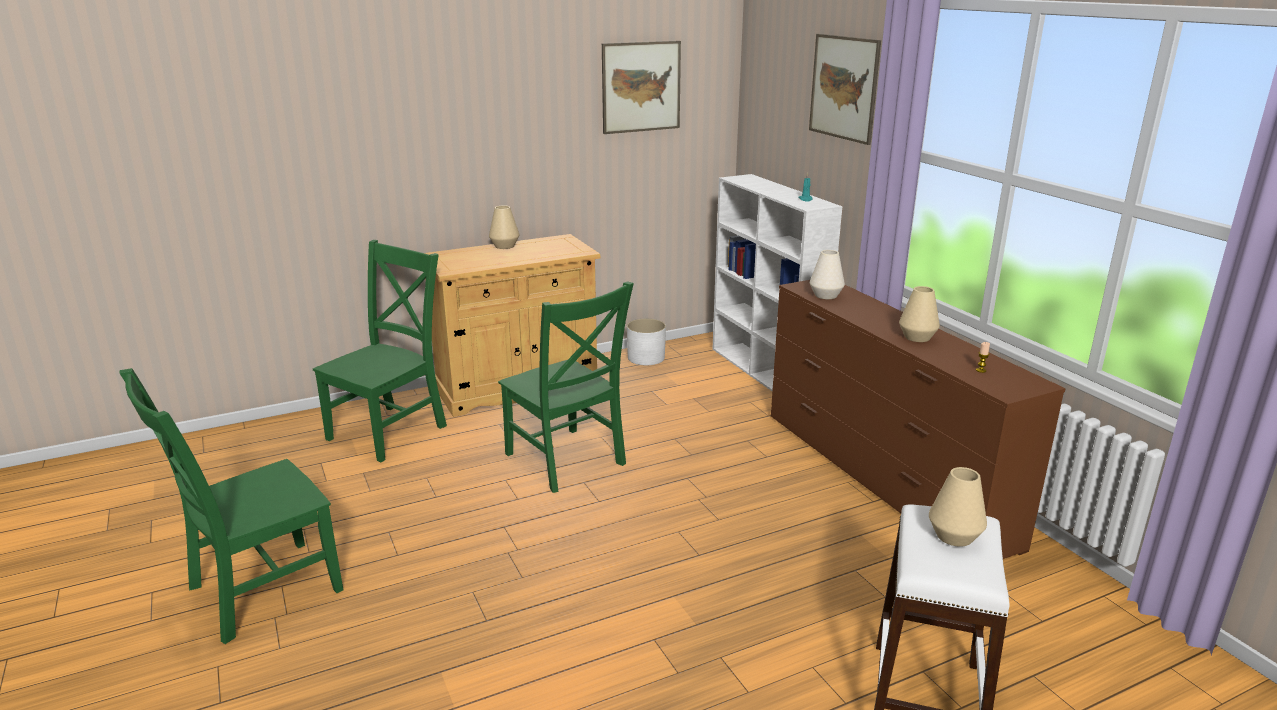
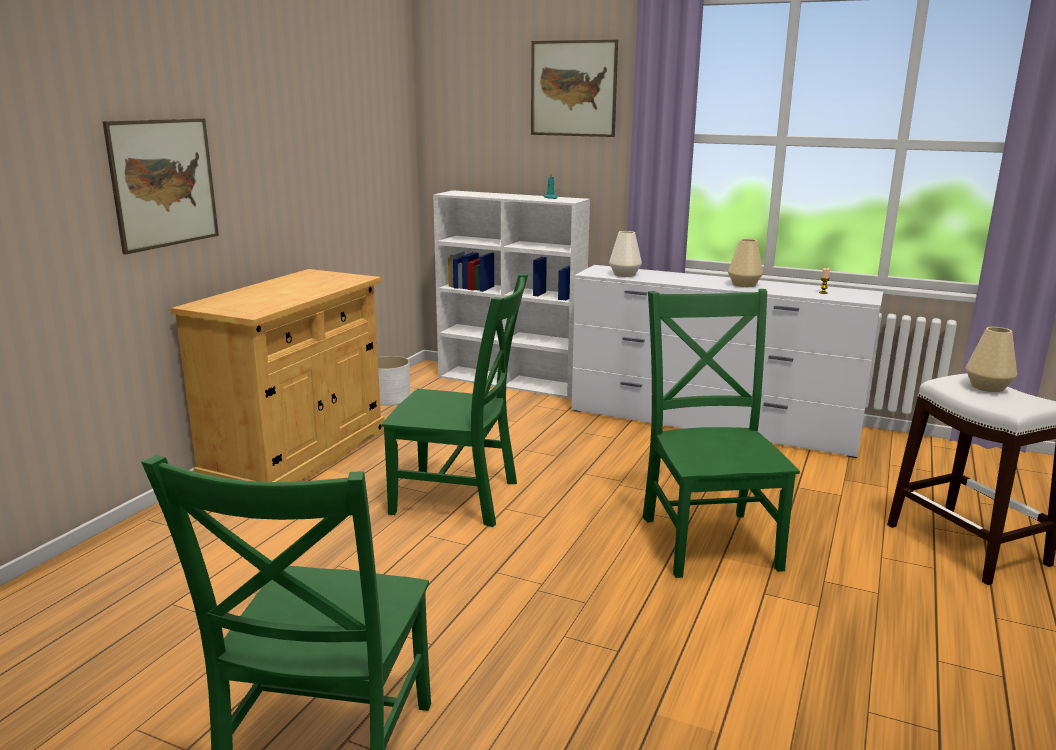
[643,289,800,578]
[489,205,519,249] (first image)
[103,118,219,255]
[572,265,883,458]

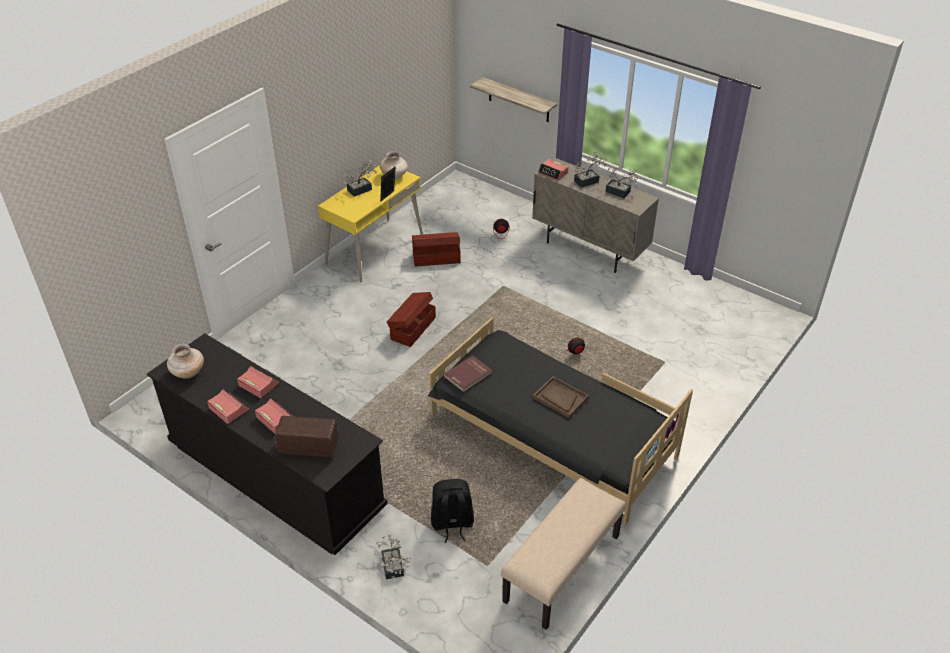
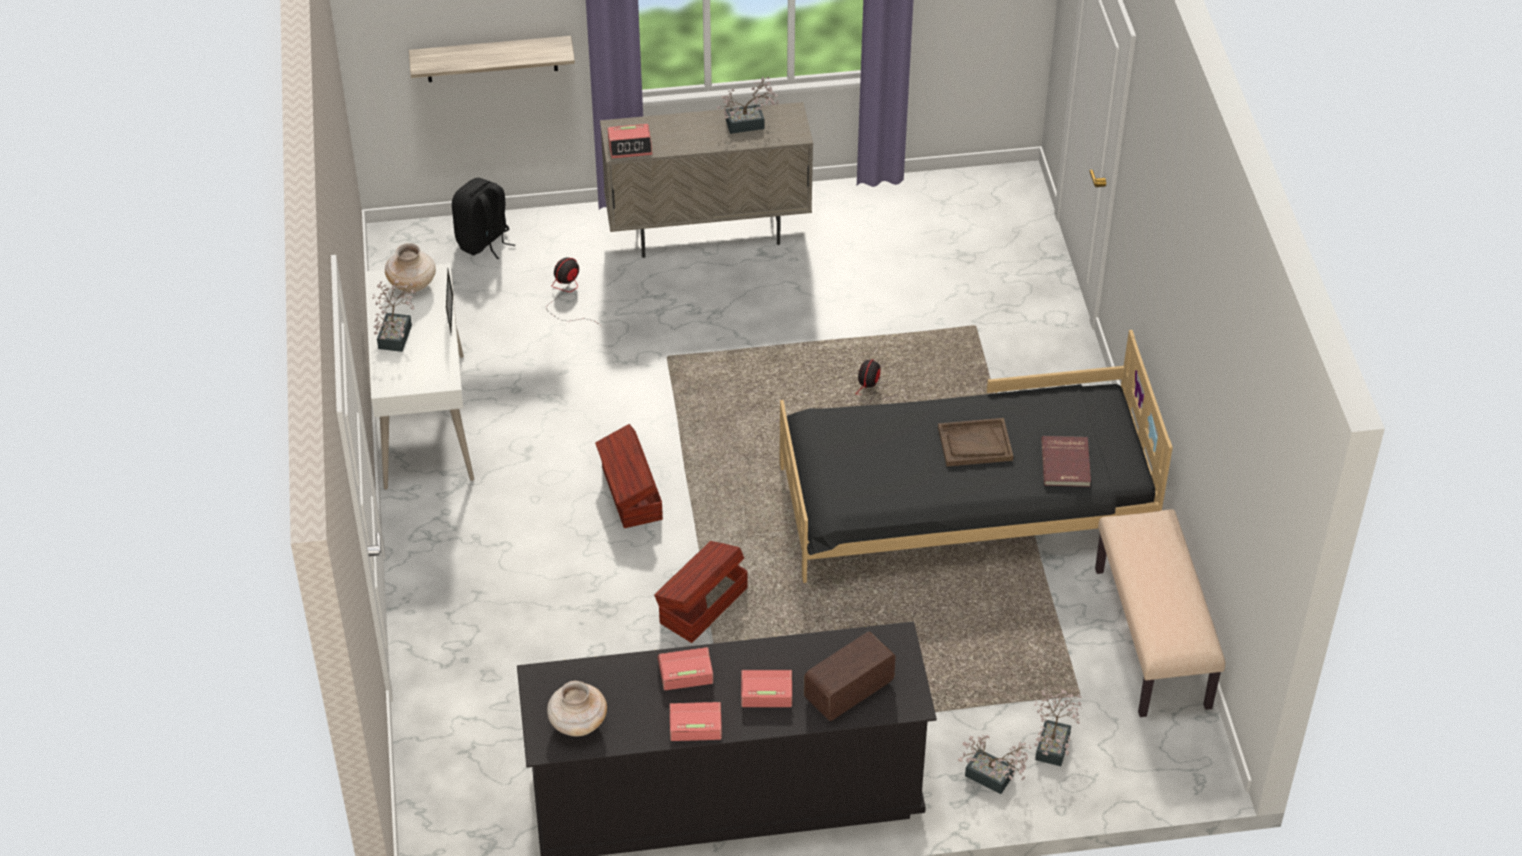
[365,263,474,490]
[654,541,748,643]
[452,178,515,259]
[1041,436,1091,487]
[1034,688,1082,766]

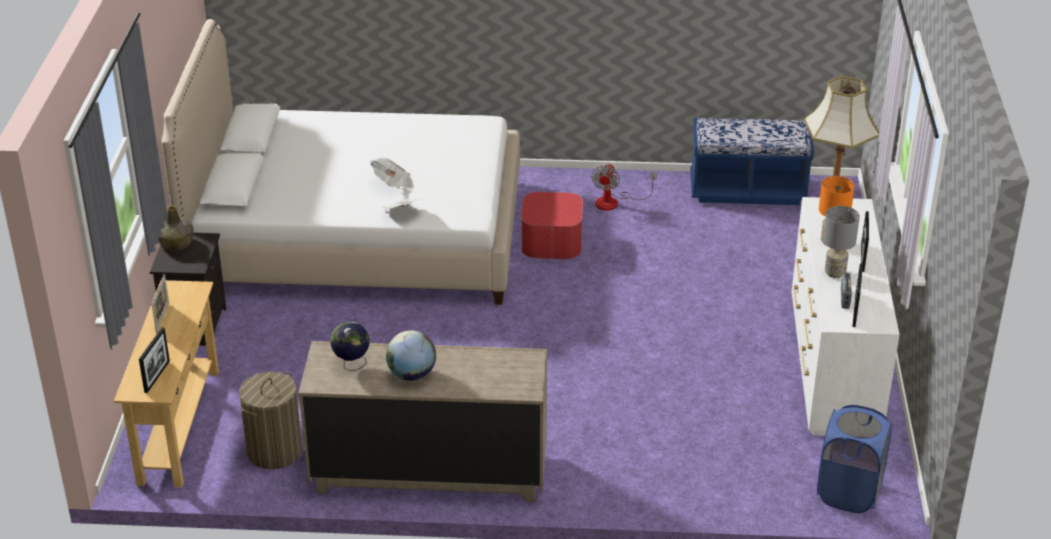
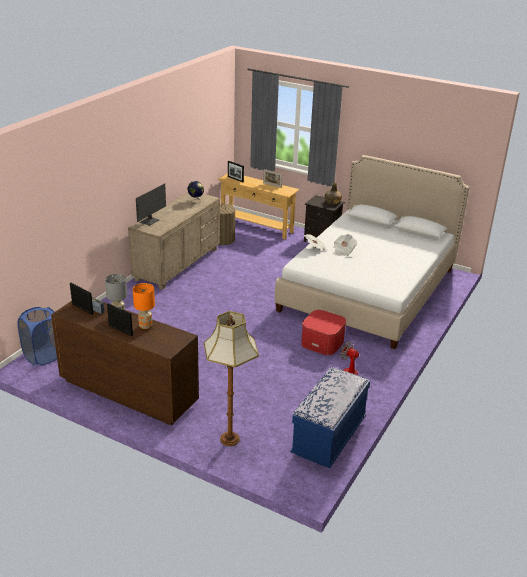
[386,331,436,381] (first image)
[51,301,199,425]
[136,183,166,226]

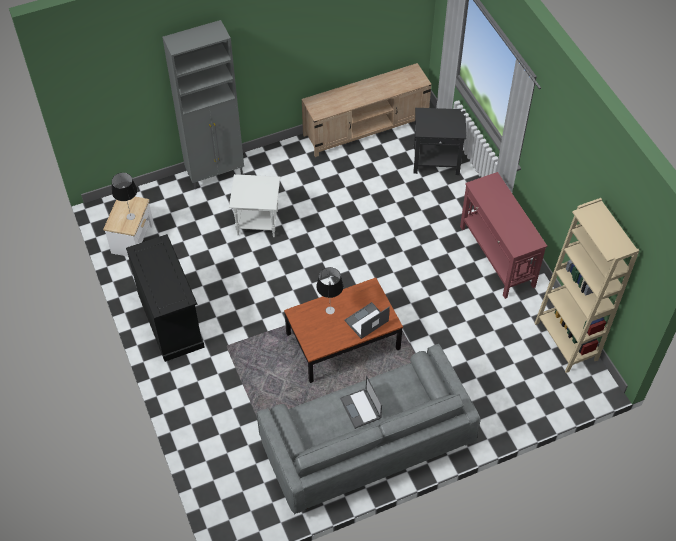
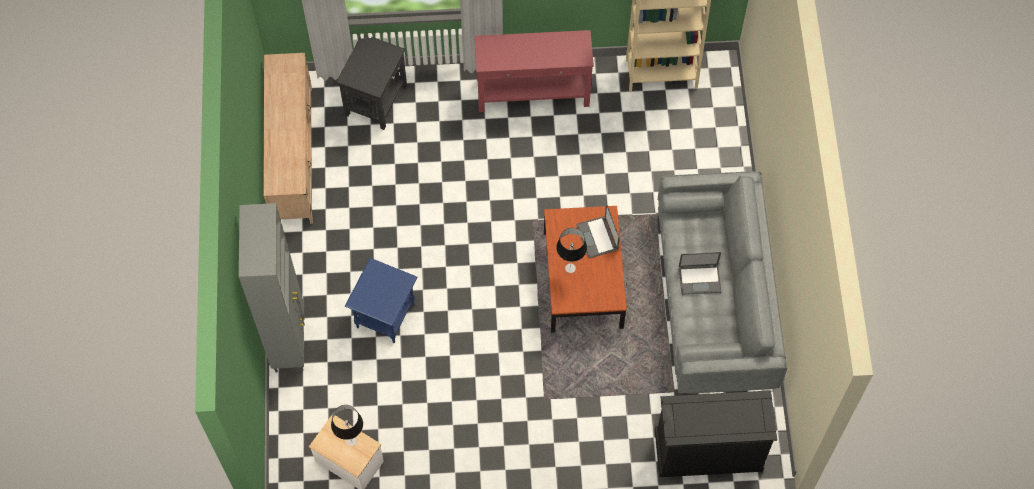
[655,390,777,477]
[345,258,417,343]

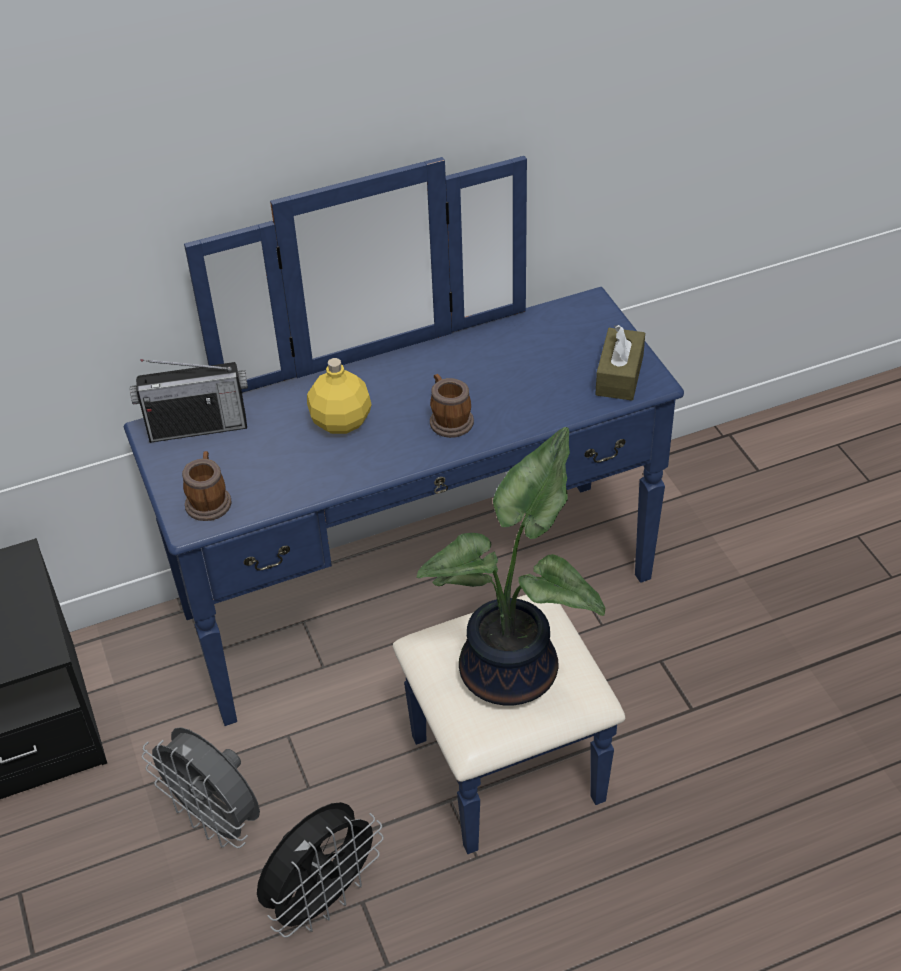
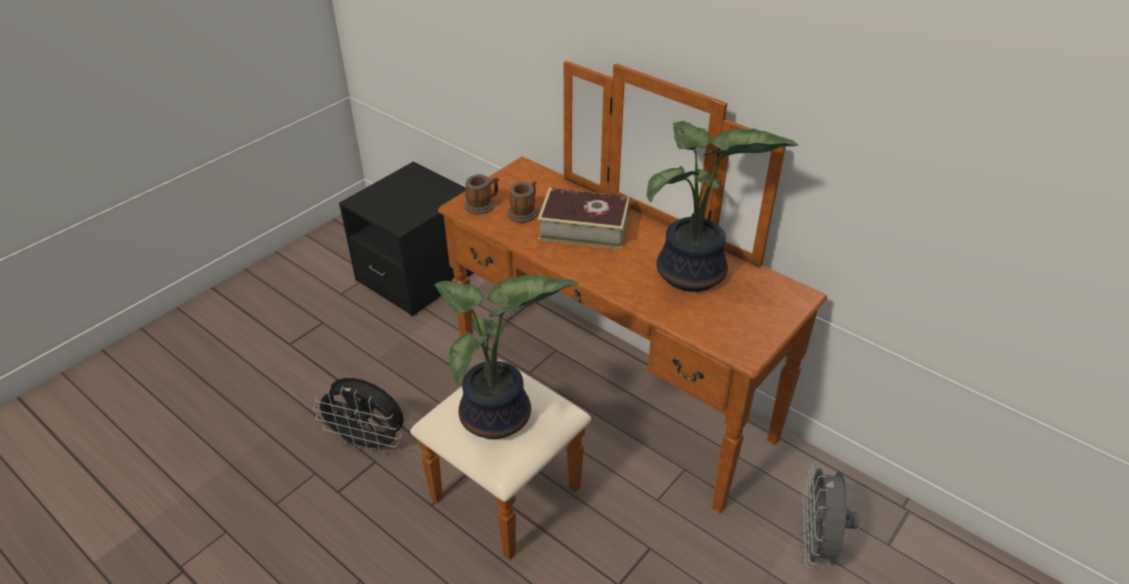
[410,61,827,560]
[130,359,248,443] (first image)
[800,462,859,569]
[538,188,630,250]
[508,181,538,223]
[595,325,645,400] (first image)
[646,121,798,292]

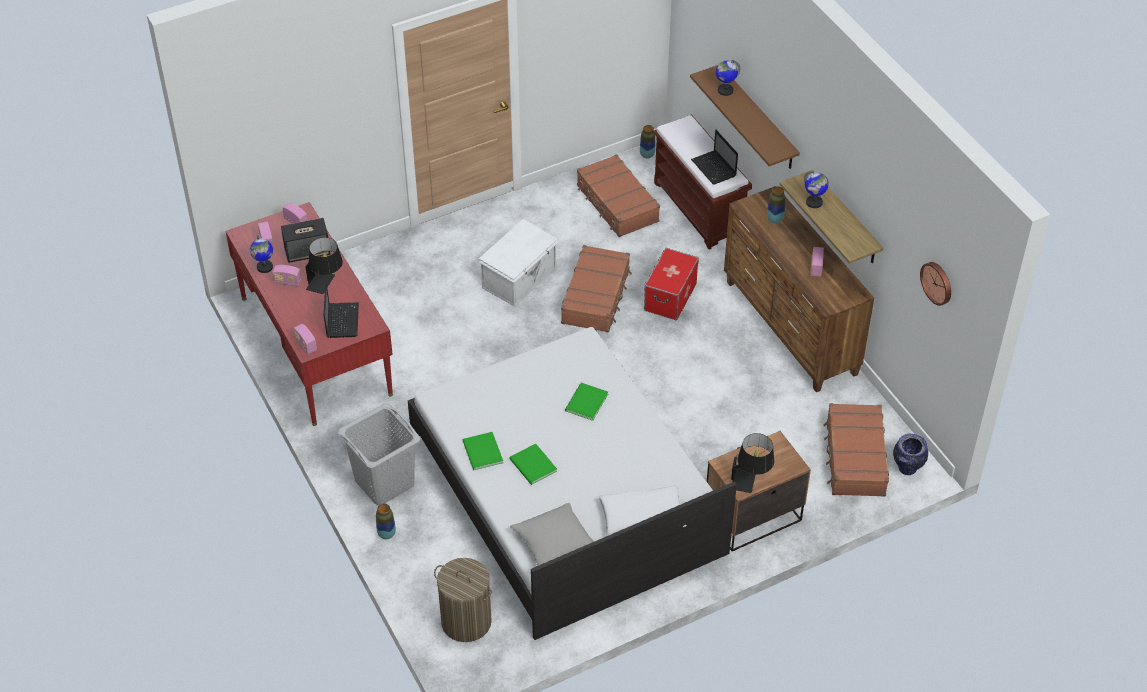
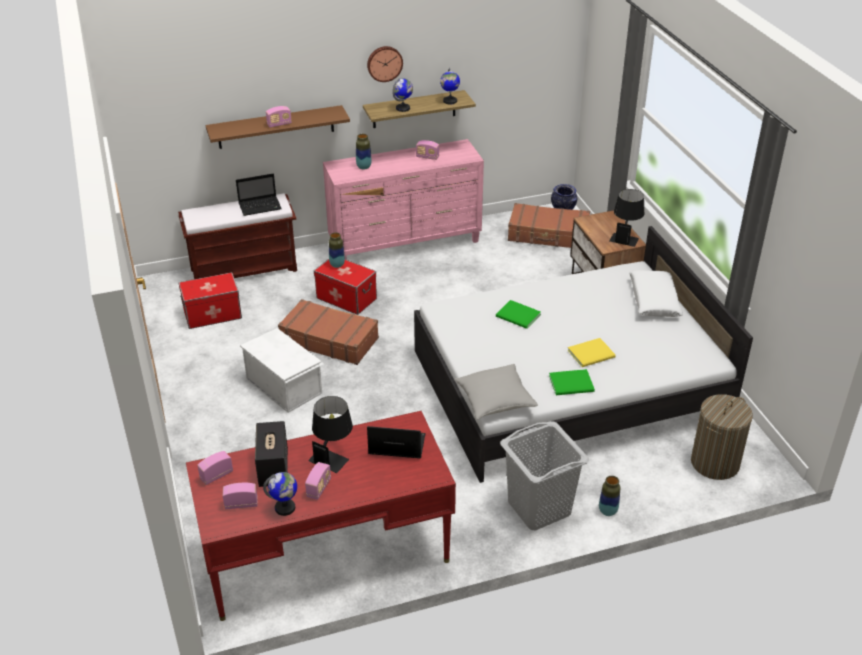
[266,106,292,128]
[568,338,616,367]
[455,364,538,420]
[179,272,242,329]
[329,232,345,268]
[440,68,460,104]
[323,139,484,259]
[367,46,403,82]

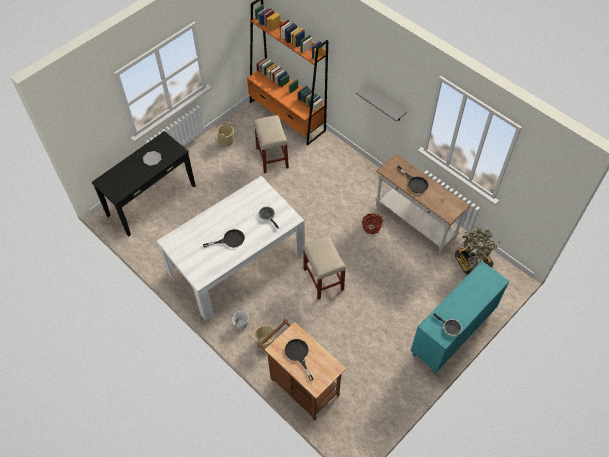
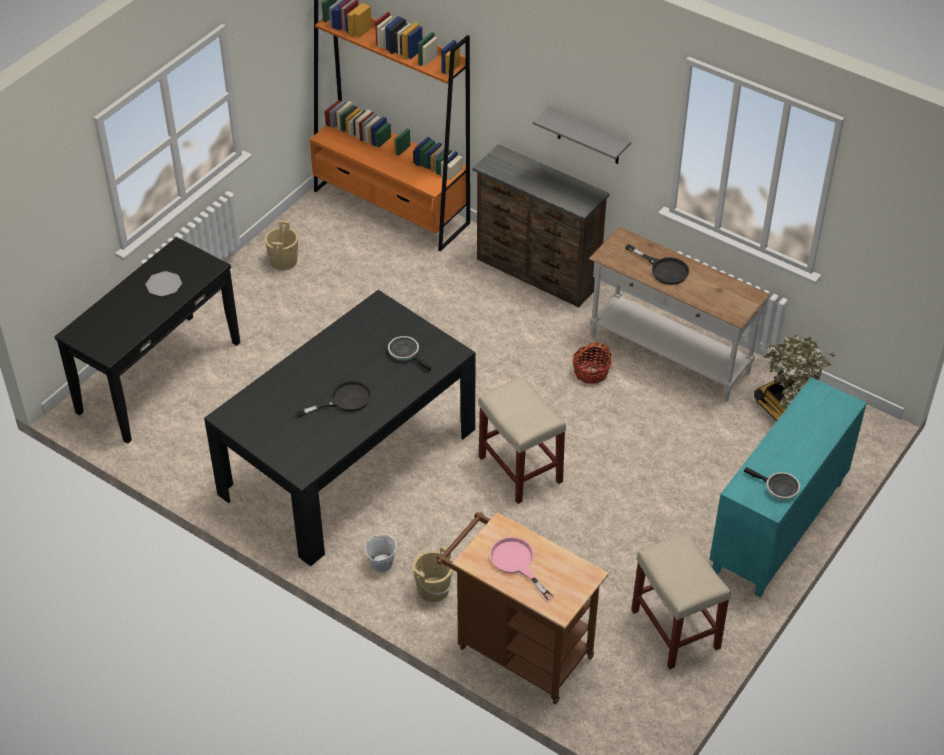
[204,290,475,566]
[631,533,731,669]
[490,537,554,601]
[473,144,610,308]

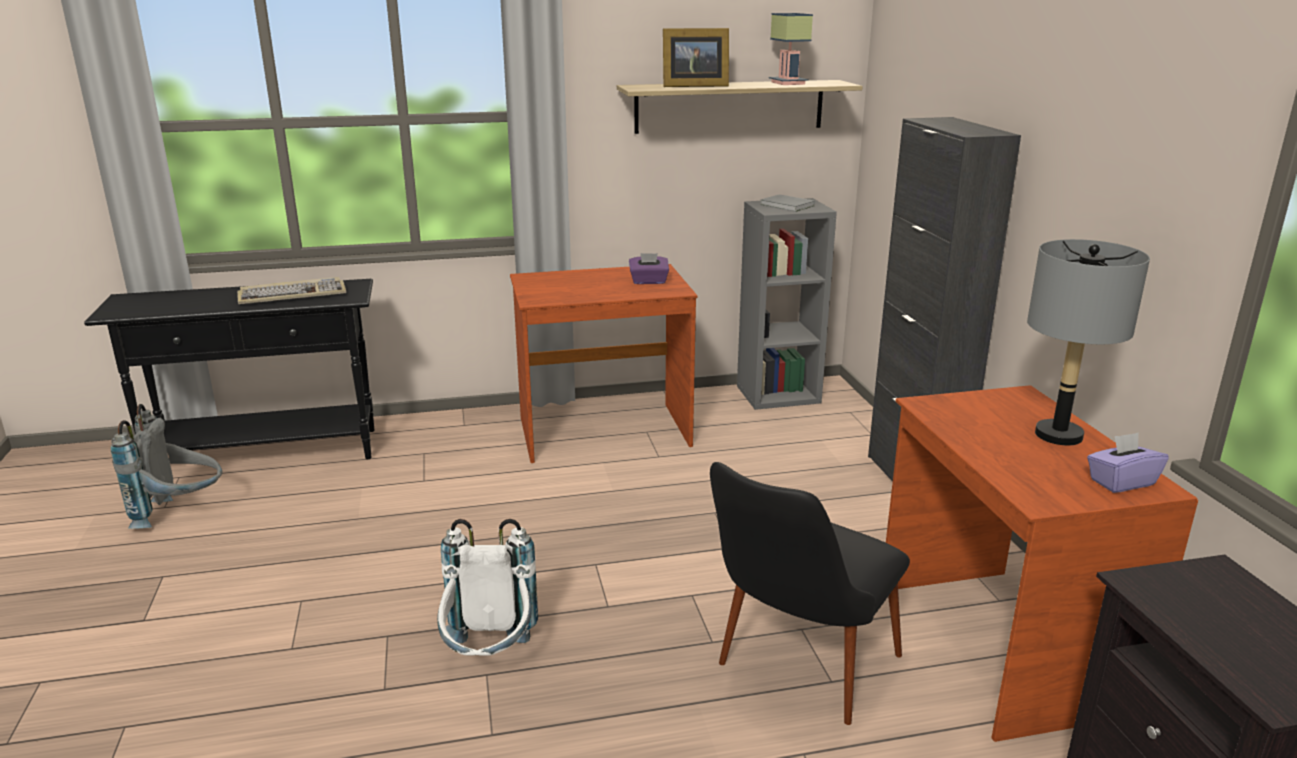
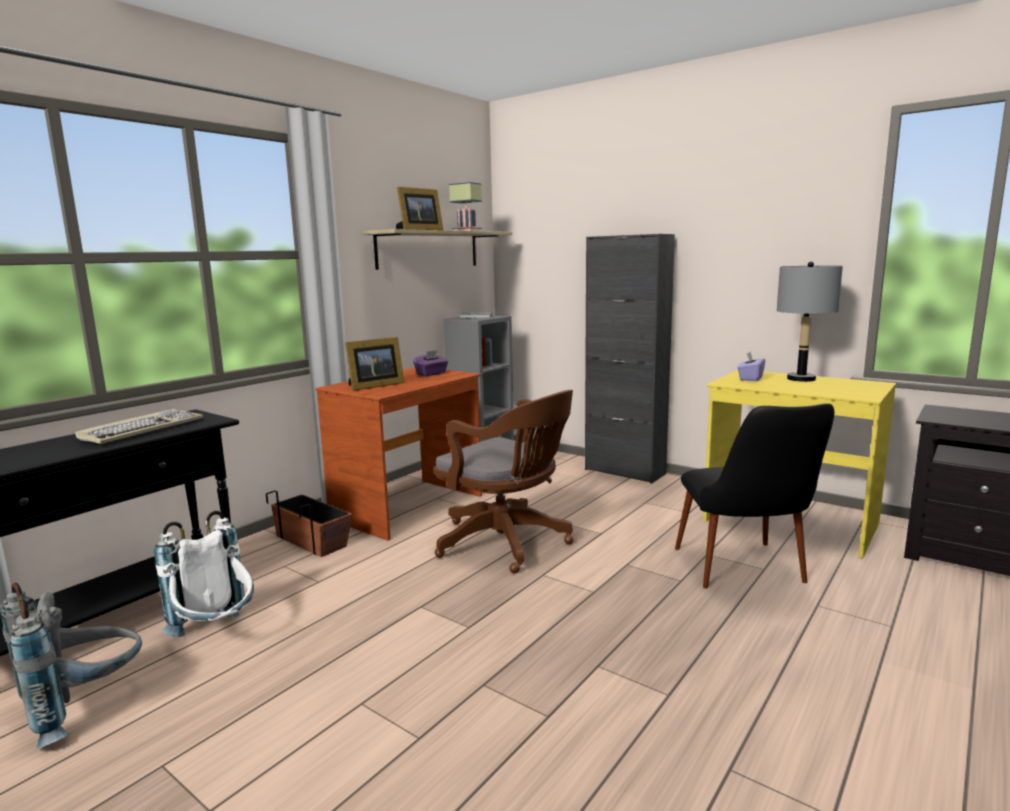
[154,511,254,637]
[703,370,896,558]
[738,351,765,381]
[266,490,352,557]
[345,337,404,391]
[433,390,574,573]

